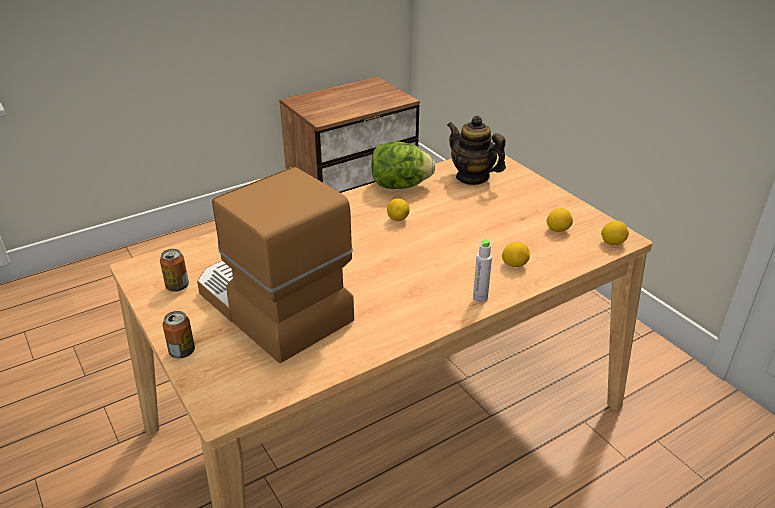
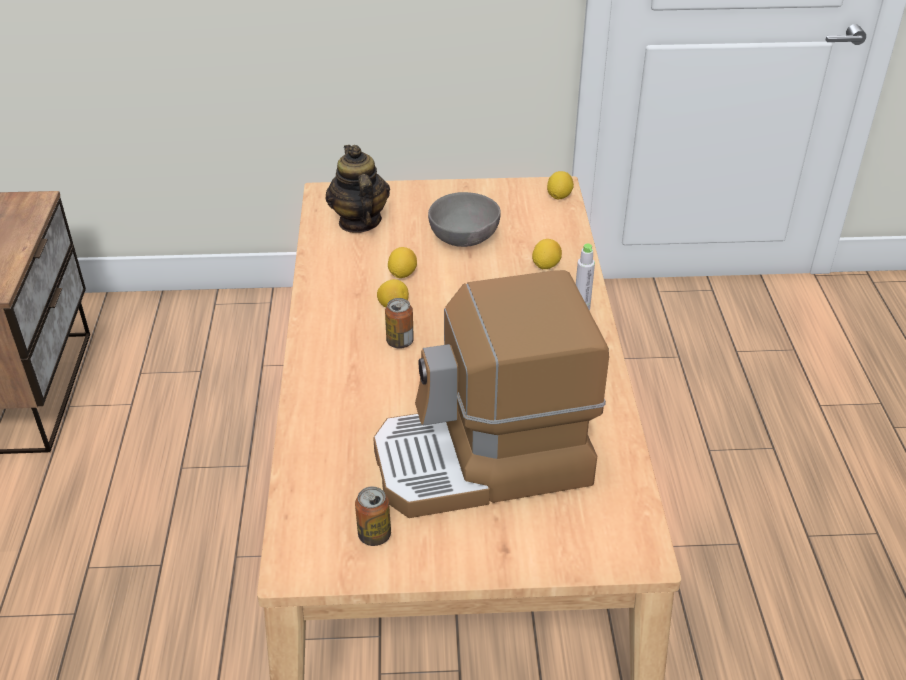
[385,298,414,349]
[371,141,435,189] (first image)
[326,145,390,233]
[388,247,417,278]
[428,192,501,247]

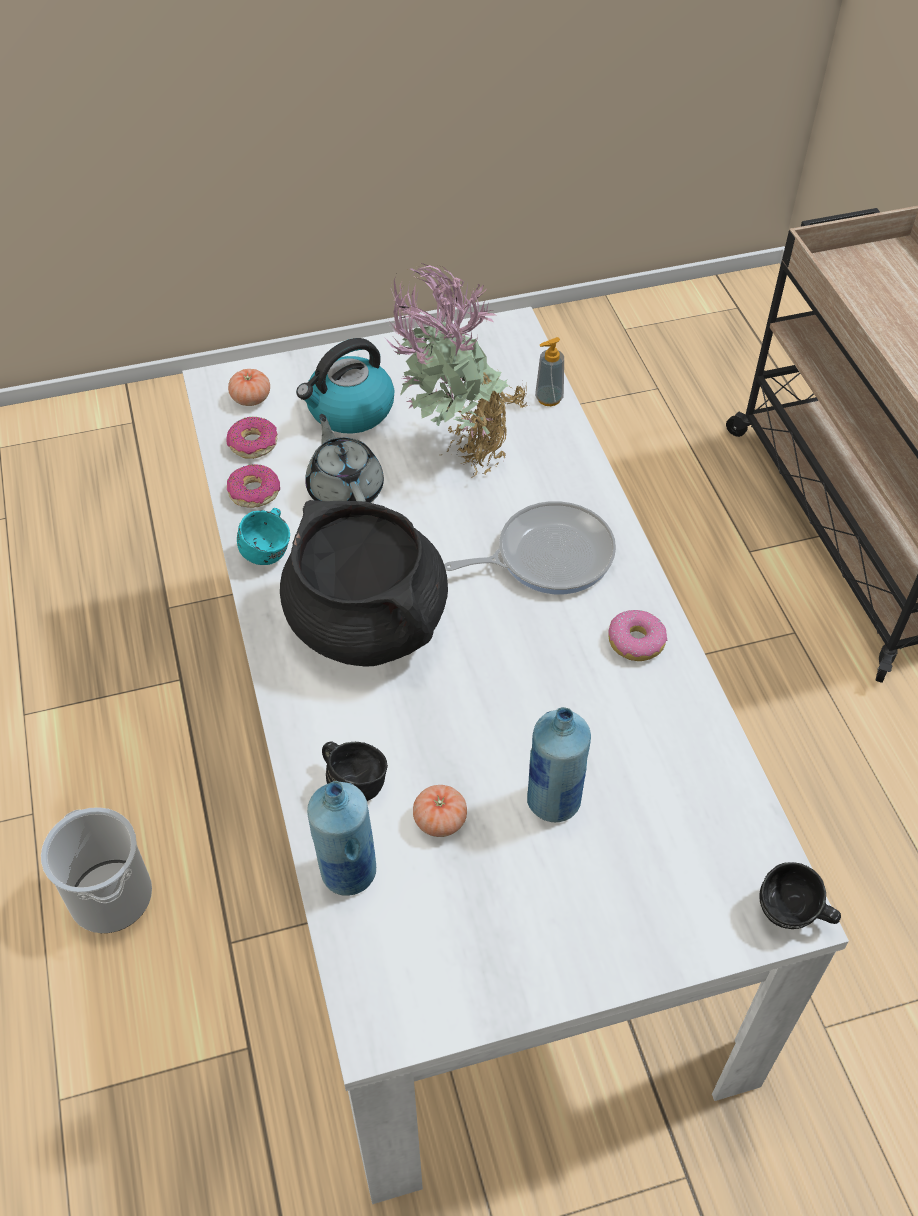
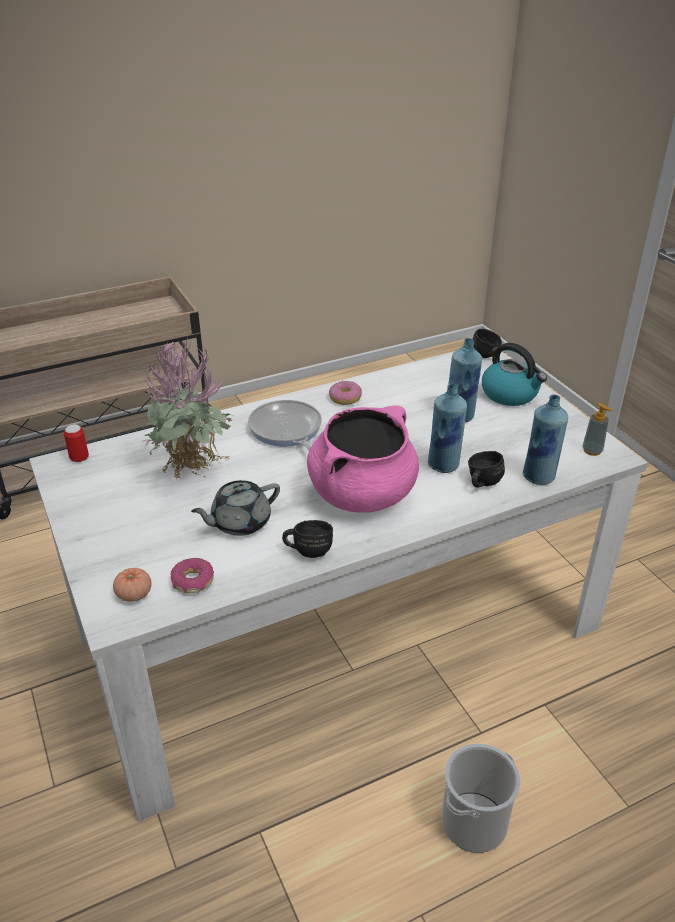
[227,464,280,508] (first image)
[282,520,333,558]
[307,406,419,513]
[482,343,547,406]
[413,785,467,837] (first image)
[582,403,612,456]
[64,424,89,462]
[428,383,467,473]

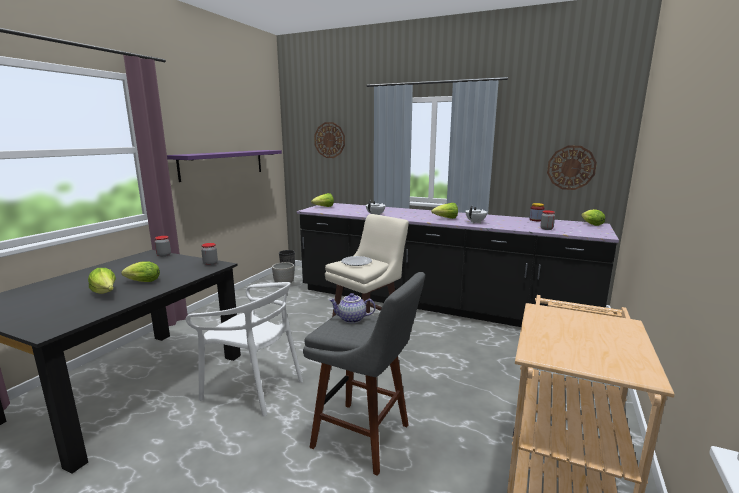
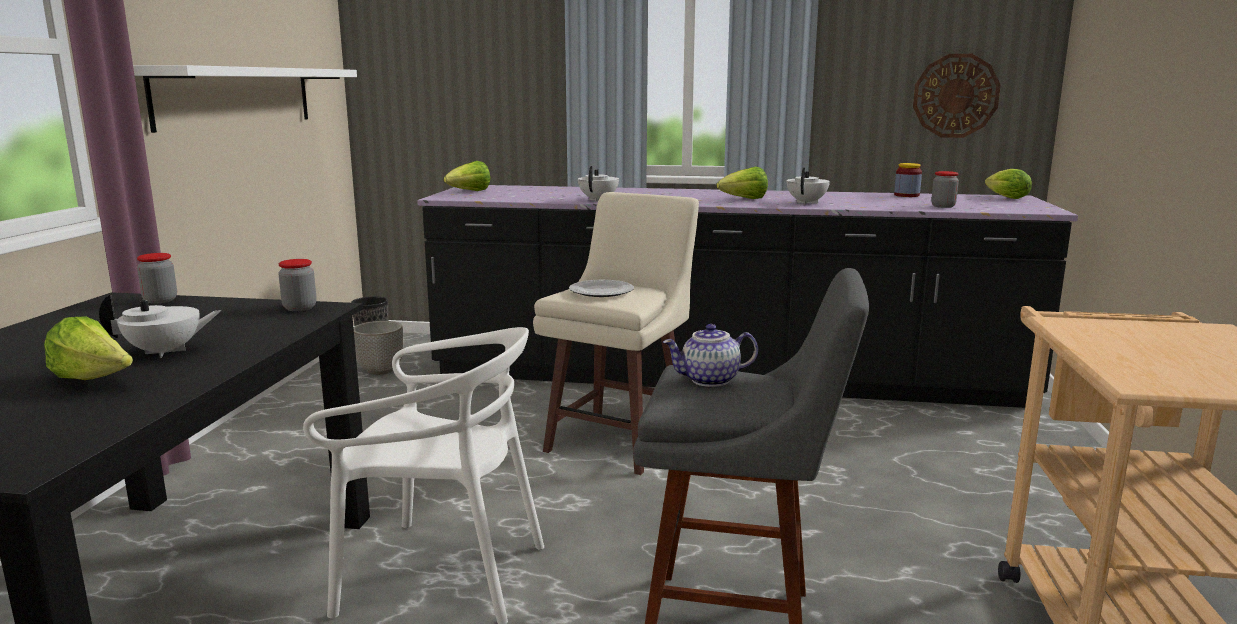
[99,293,222,358]
[133,65,357,133]
[314,122,345,158] (first image)

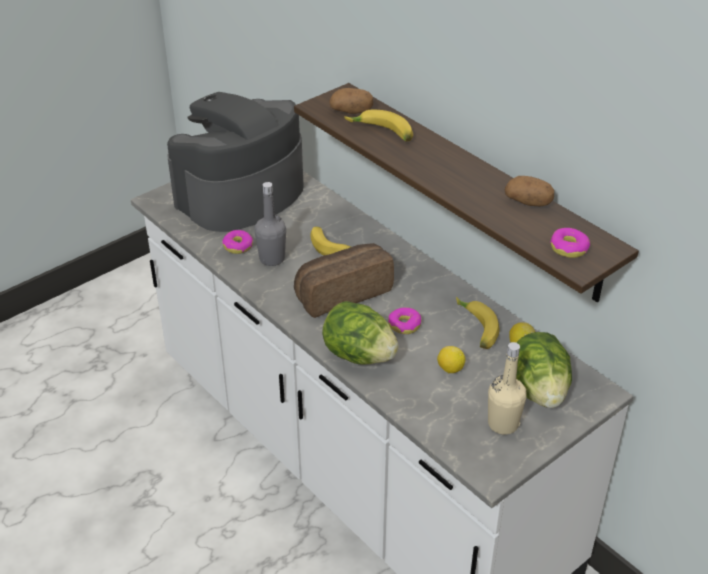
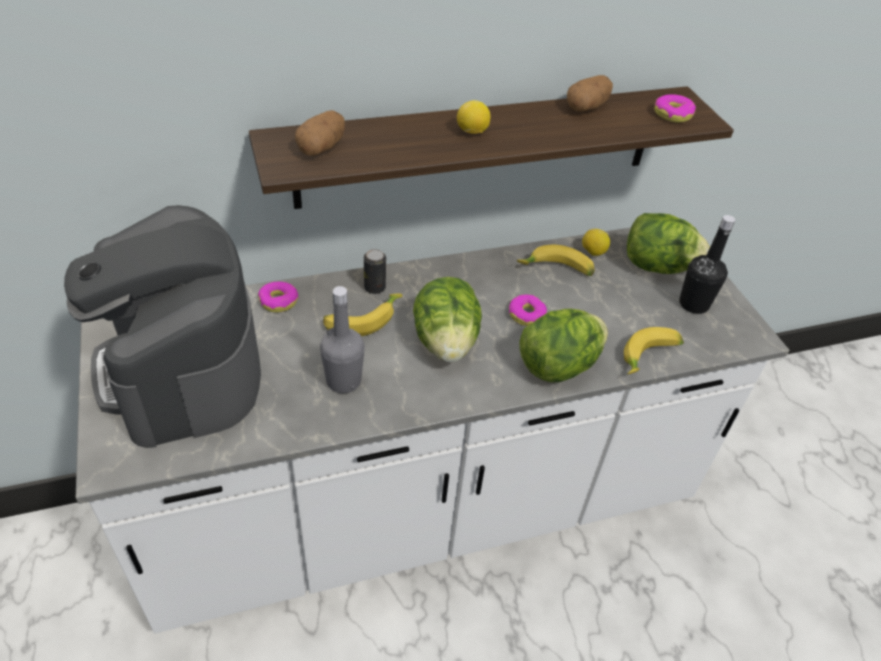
[258,282,298,312]
[413,277,482,362]
[624,327,684,374]
[457,100,490,134]
[679,215,735,314]
[364,249,386,294]

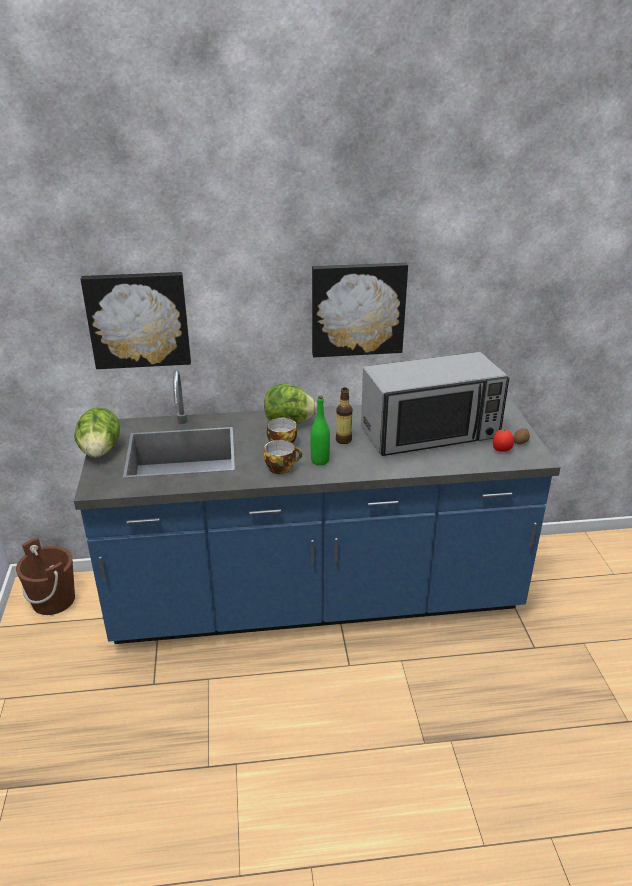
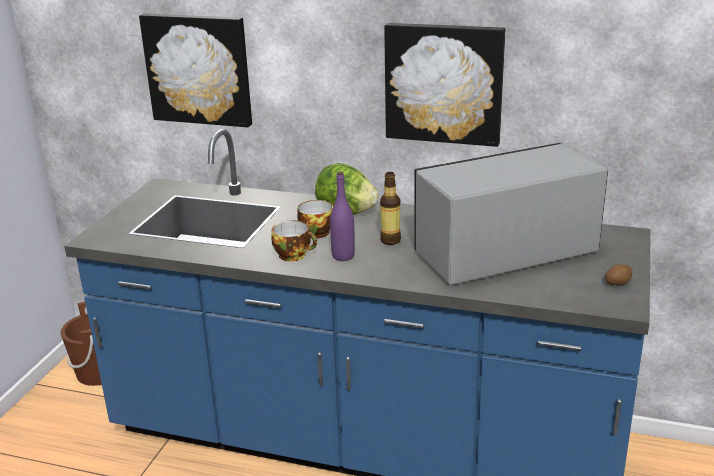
[75,407,120,457] (first image)
[330,171,355,261]
[414,143,608,285]
[493,428,514,452] (first image)

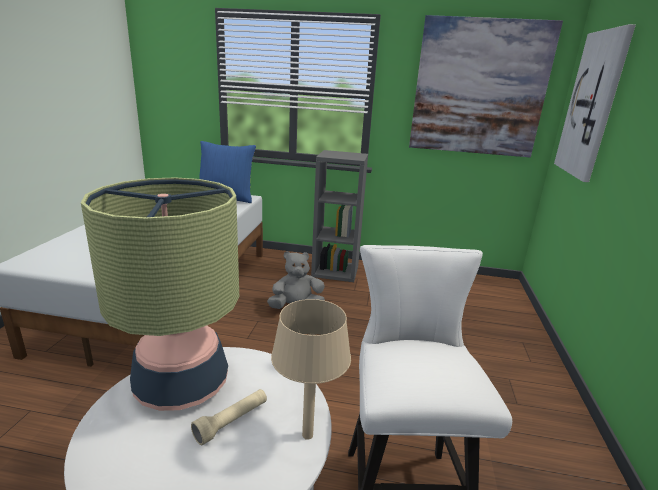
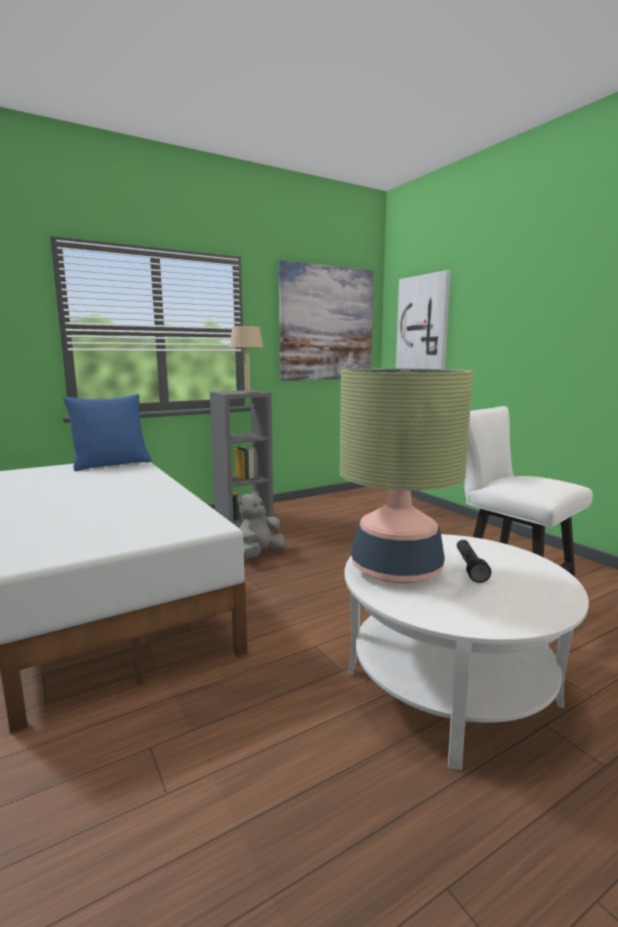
[457,540,491,583]
[230,326,263,392]

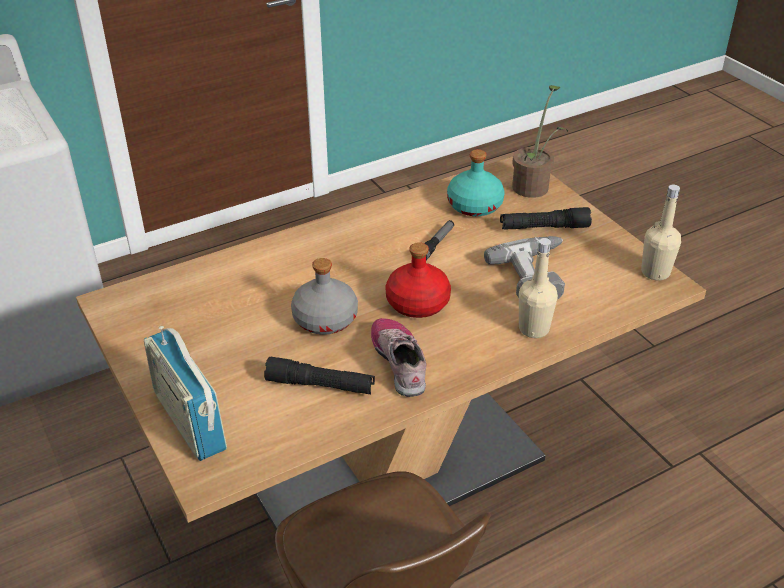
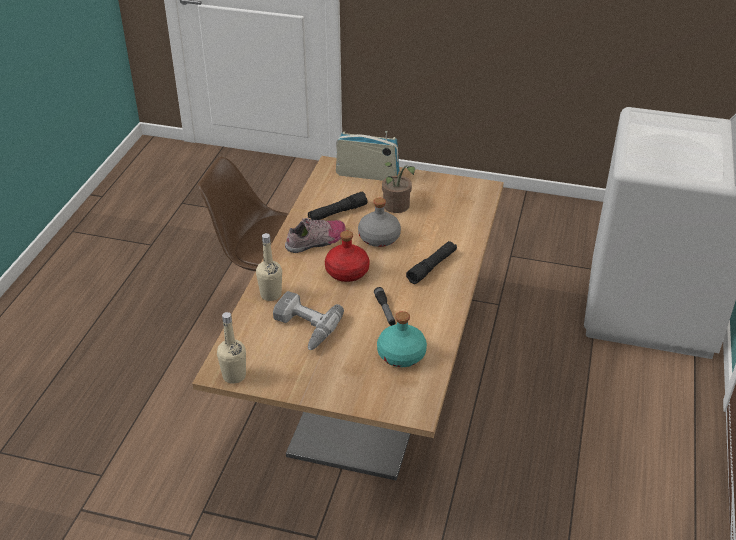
[285,218,346,253]
[406,241,457,284]
[382,162,415,213]

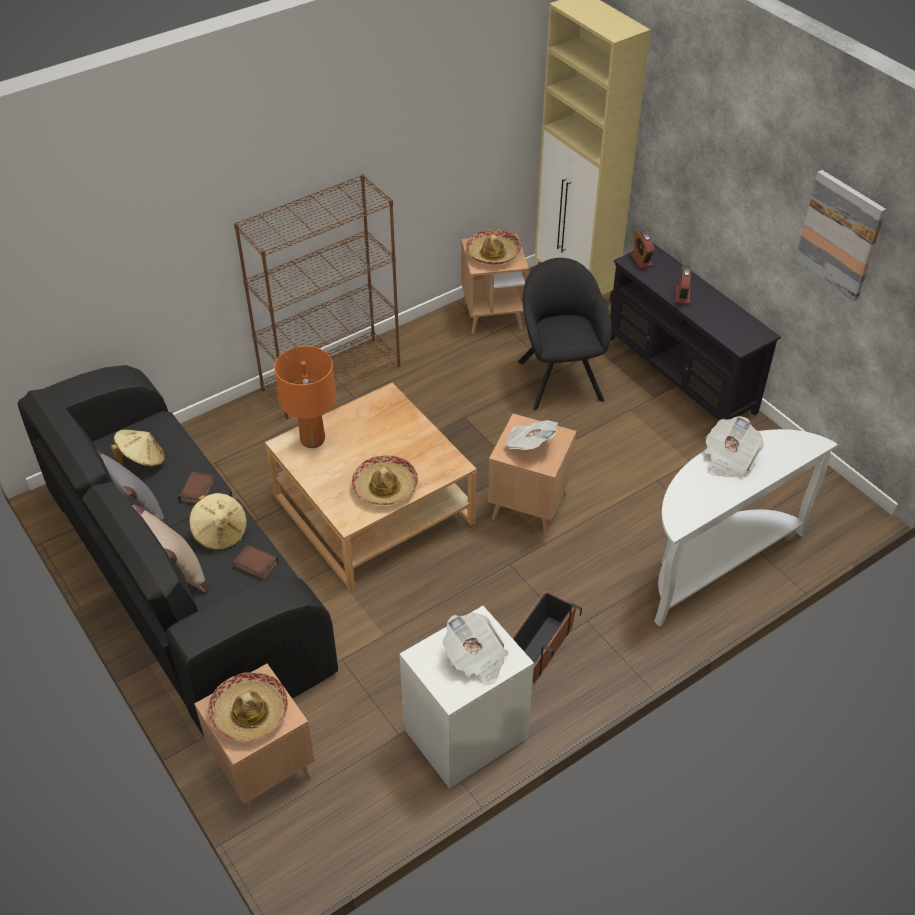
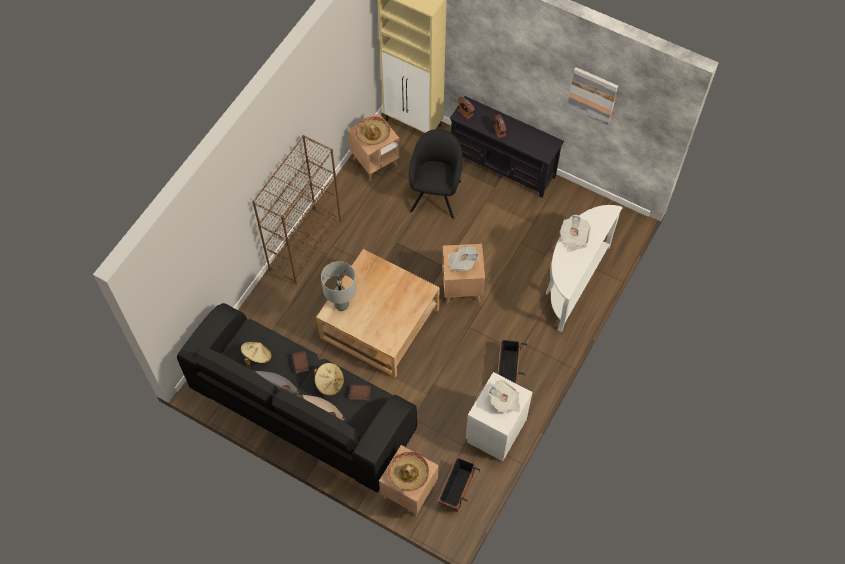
[321,261,356,311]
[351,455,418,505] (first image)
[409,129,463,219]
[438,456,480,512]

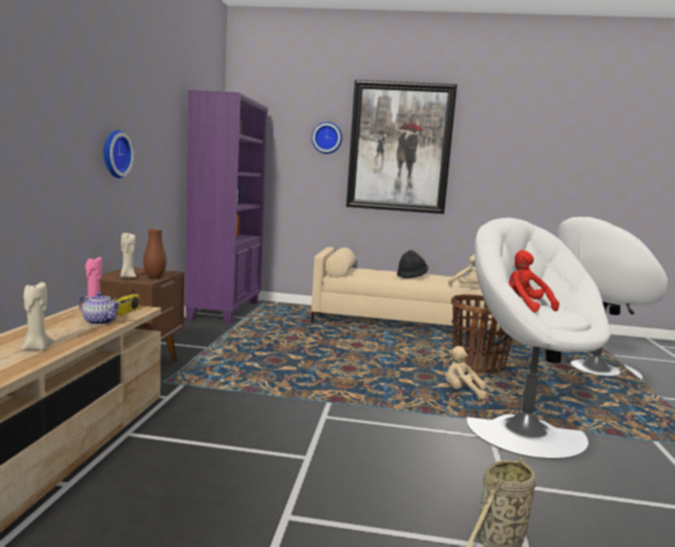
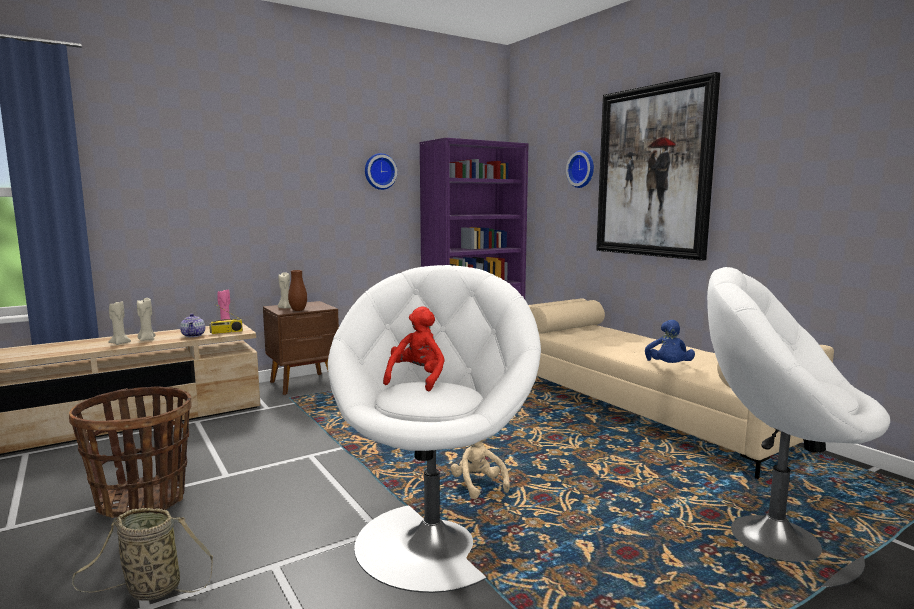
[365,153,397,190]
[397,250,428,278] (first image)
[645,320,695,363]
[69,386,192,518]
[137,298,156,341]

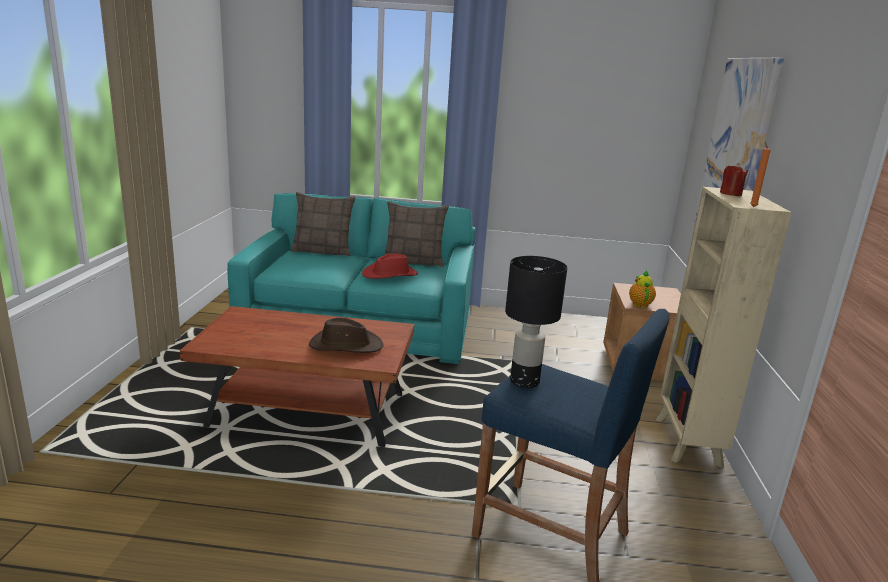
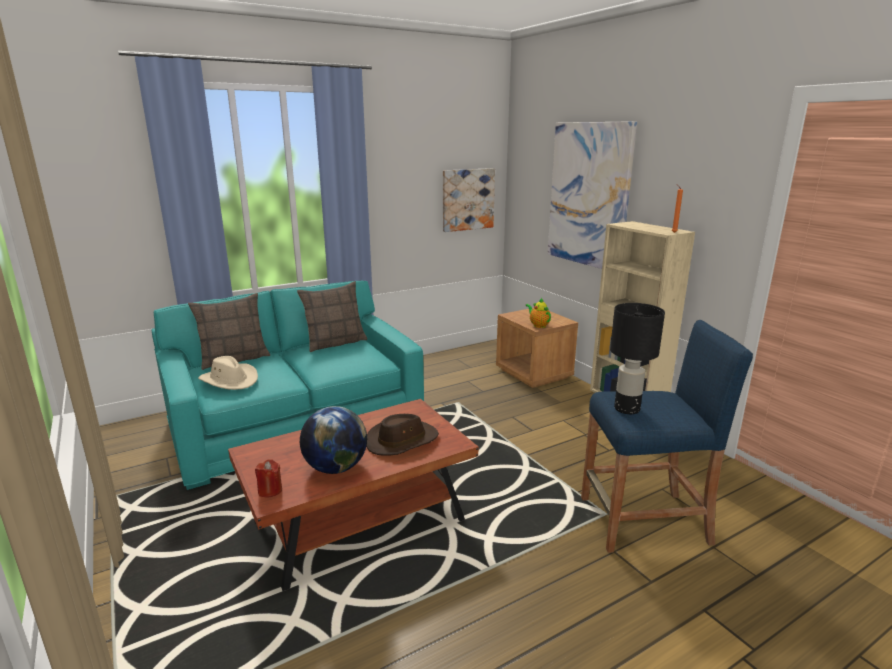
[362,253,418,279] (first image)
[255,459,282,498]
[198,356,258,390]
[300,406,367,474]
[443,168,495,232]

